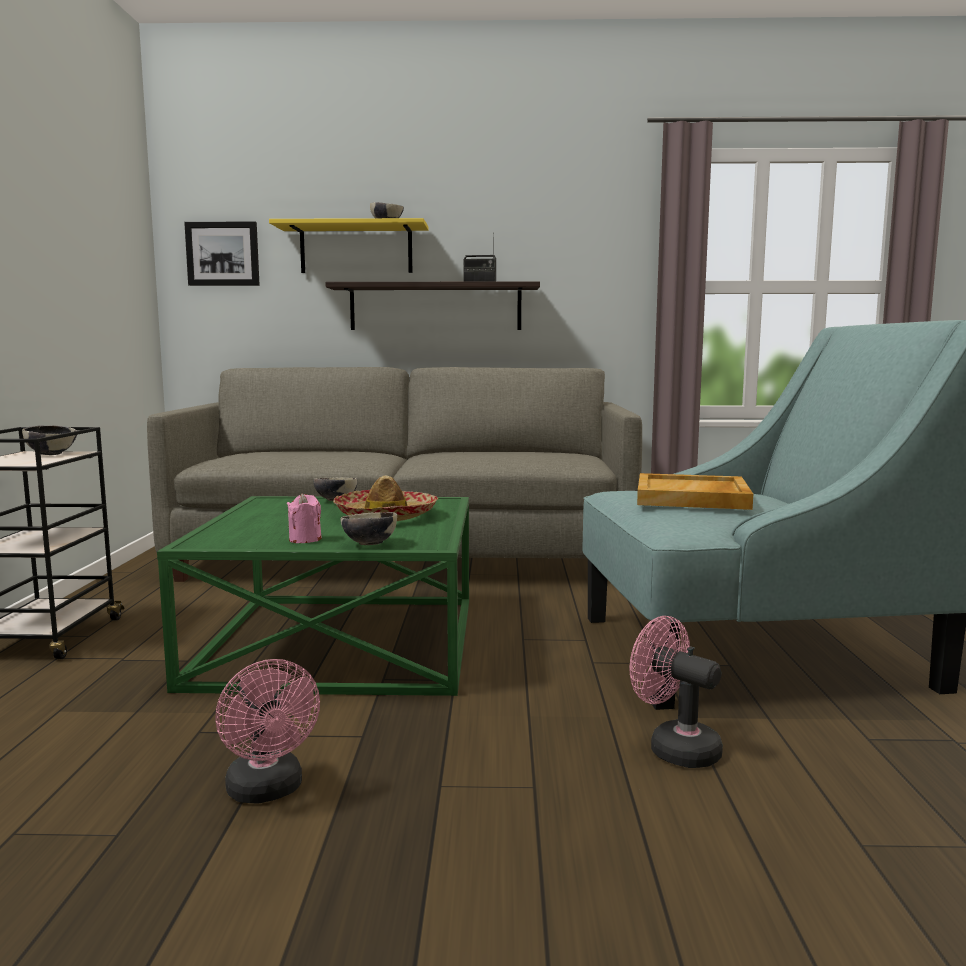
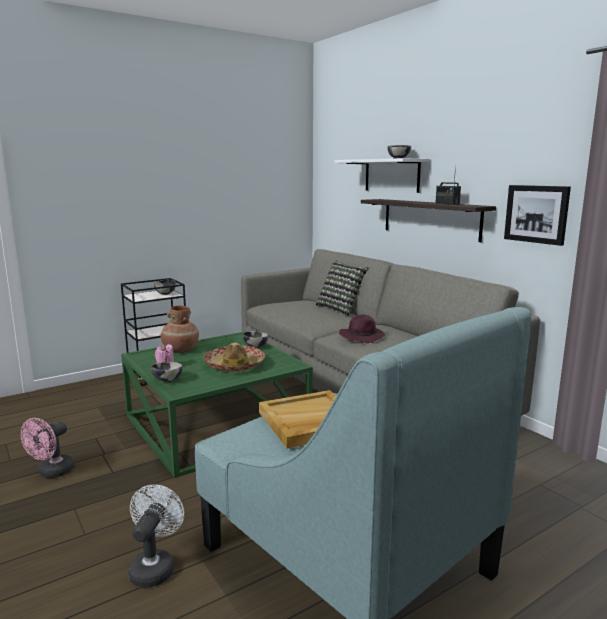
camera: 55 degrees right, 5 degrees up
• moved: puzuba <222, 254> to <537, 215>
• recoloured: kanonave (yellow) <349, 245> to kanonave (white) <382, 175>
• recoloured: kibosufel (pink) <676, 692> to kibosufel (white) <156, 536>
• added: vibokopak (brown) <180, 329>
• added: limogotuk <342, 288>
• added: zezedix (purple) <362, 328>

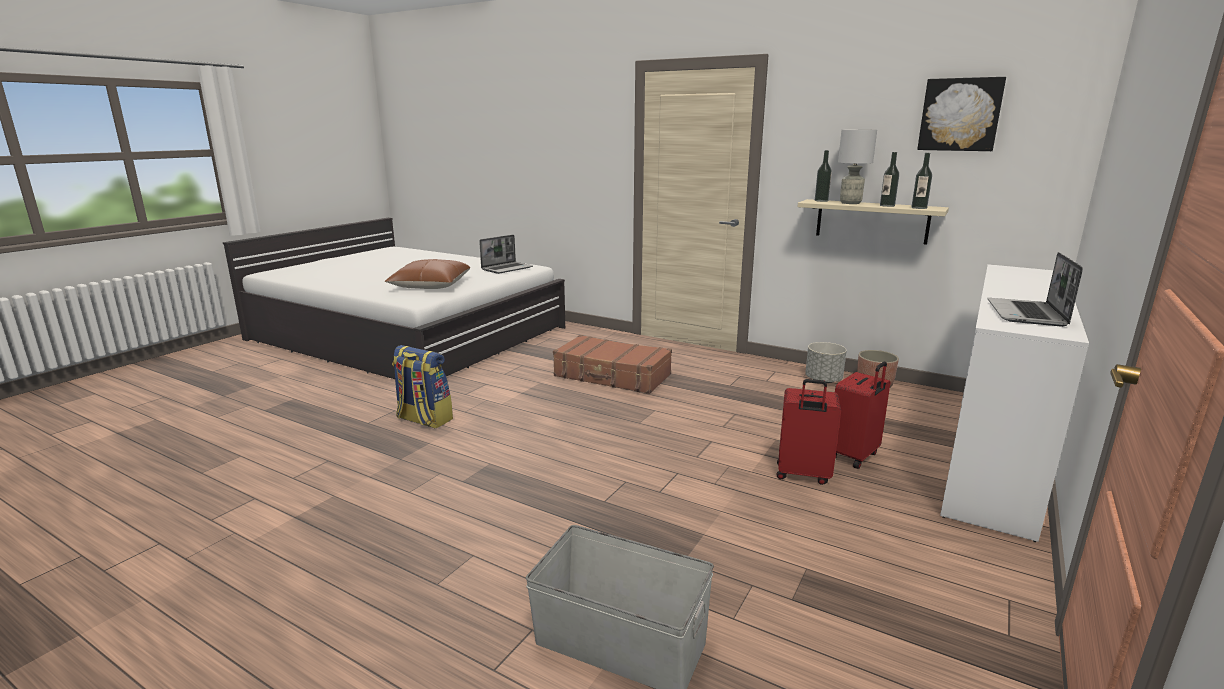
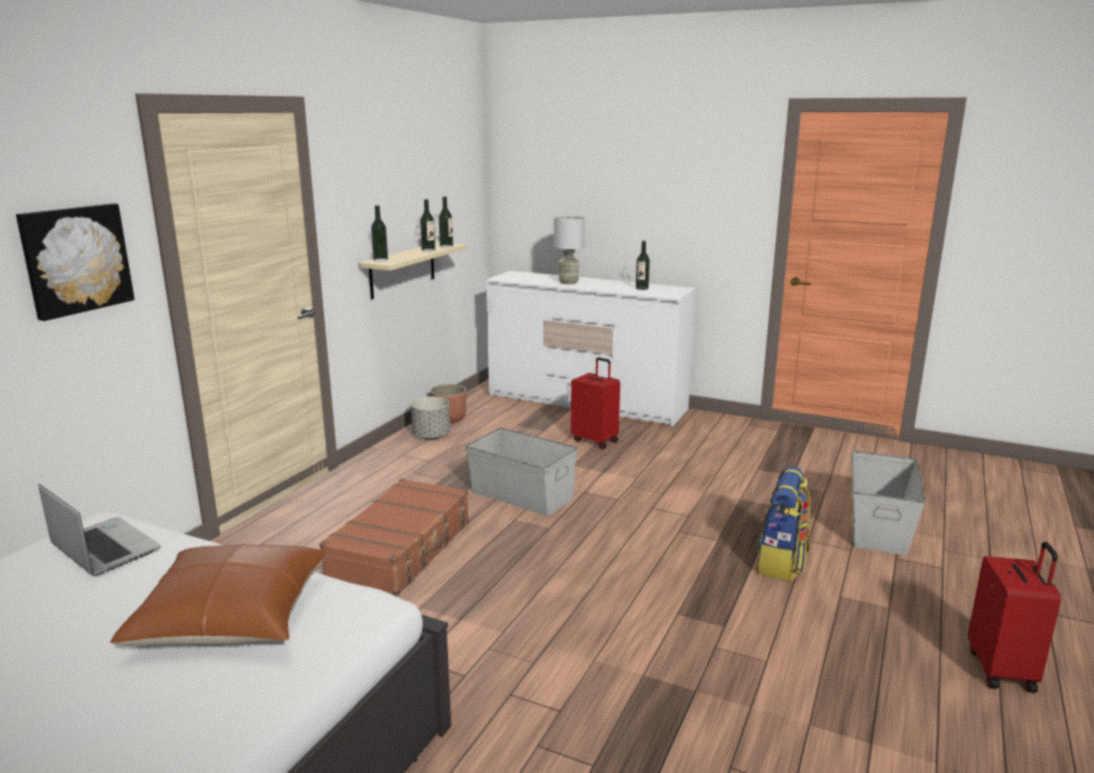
camera: 95 degrees left, 0 degrees up
• moved: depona <422, 387> to <783, 523>
• moved: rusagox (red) <809, 432> to <1014, 617>
• moved: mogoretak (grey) <857, 167> to <569, 250>
• moved: puzuba <961, 114> to <75, 262>
• replaced: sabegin <1035, 289> to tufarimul <643, 265>
• added: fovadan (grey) <522, 472>

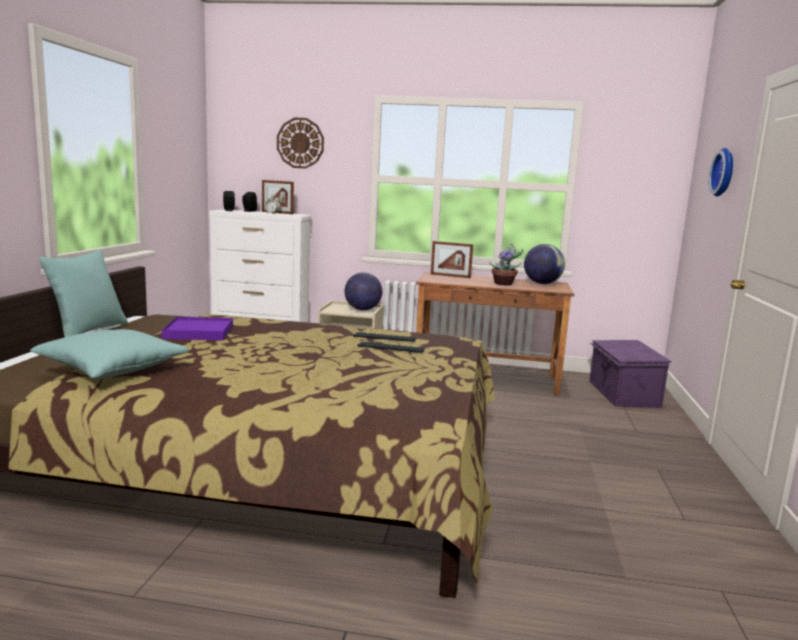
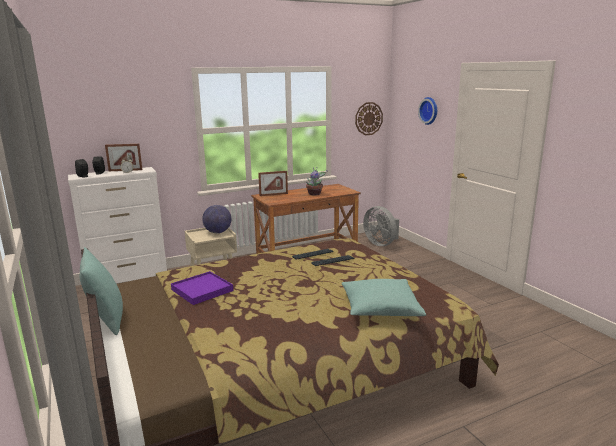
camera: 35 degrees left, 5 degrees up
• moved: limogotuk (turquoise) <109, 354> to <384, 297>
• moved: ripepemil <300, 143> to <369, 118>
• removed: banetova <544, 264>
• replaced: fovadan (purple) <630, 374> to kibosufel (grey) <381, 226>

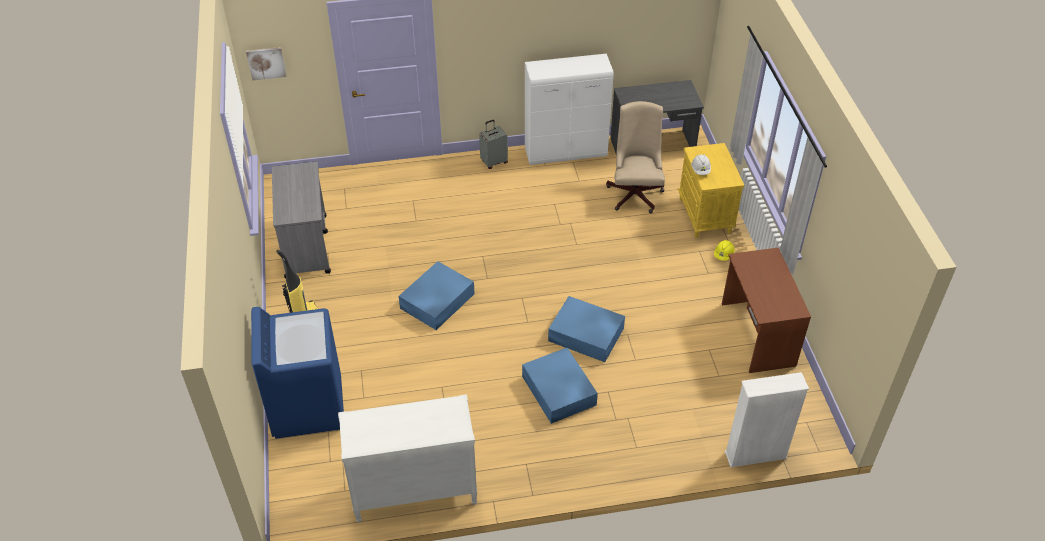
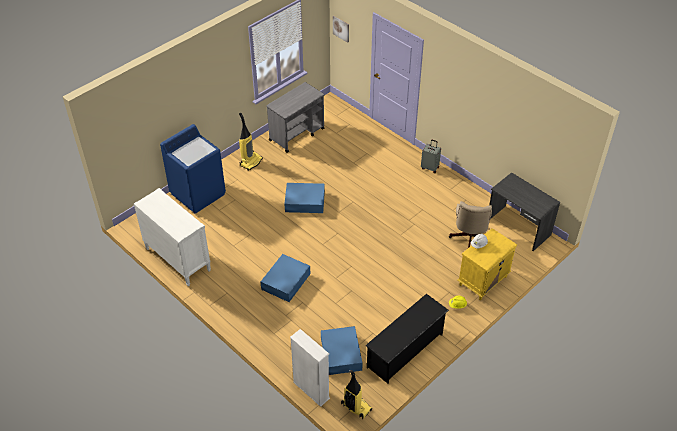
camera: 55 degrees right, 0 degrees up
• removed: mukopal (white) <569, 109>
• moved: fovadan (blue) <586, 329> to <342, 350>
• turned: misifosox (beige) <635, 157> = <470, 224> 135 degrees clockwise
• replaced: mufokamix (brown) <766, 310> to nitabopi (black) <407, 339>
• added: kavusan <356, 394>

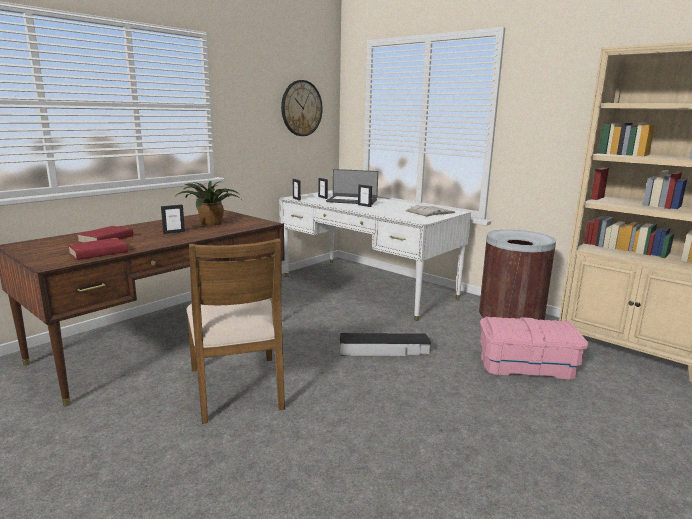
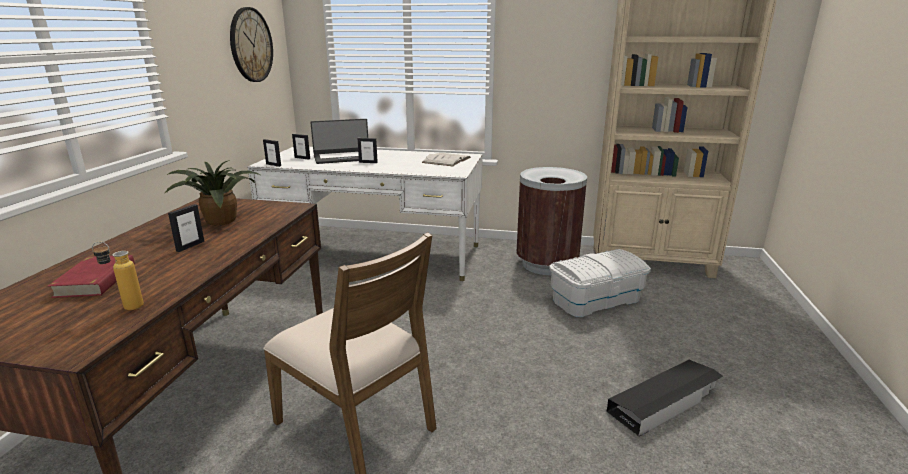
camera: 30 degrees left, 5 degrees up
• replaced: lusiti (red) <101, 249> to tufarimul <118, 275>
• moved: fovadan (black) <385, 344> to <664, 398>
• recoloured: fovadan (pink) <534, 348> to fovadan (white) <600, 283>

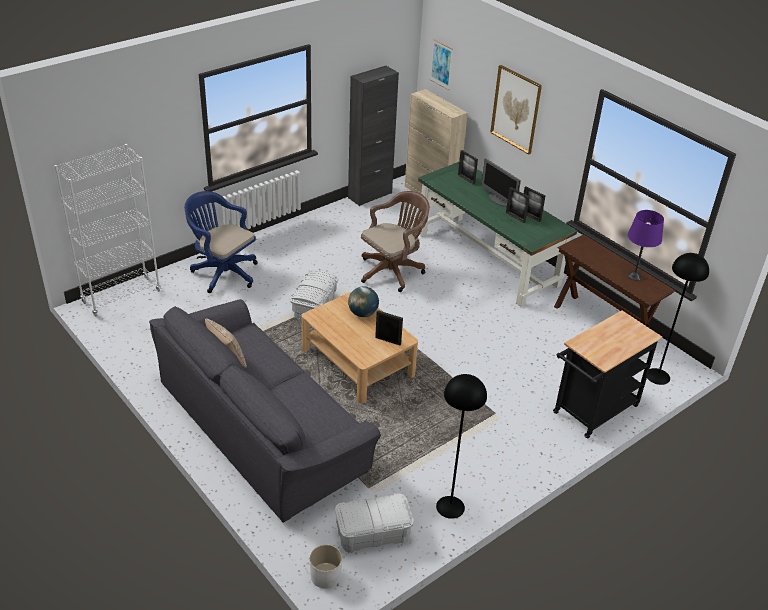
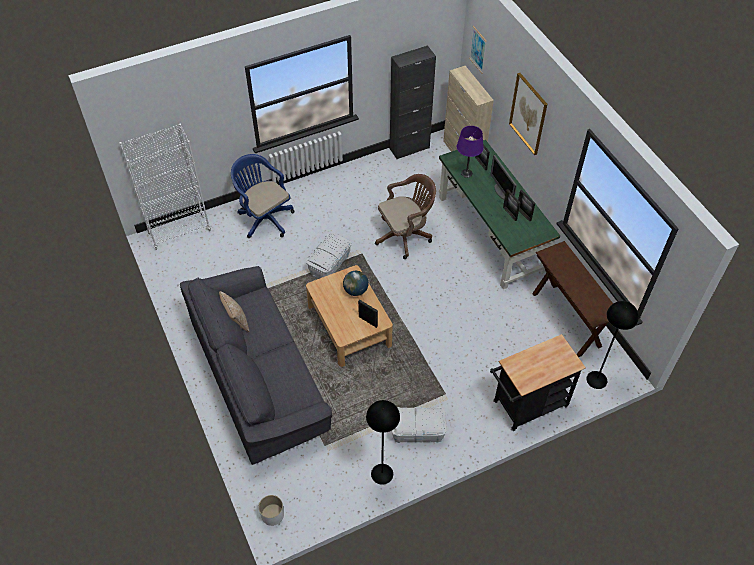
camera: 15 degrees right, 15 degrees up
• moved: fovadan (white) <374, 522> to <419, 425>
• moved: mogoretak (purple) <645, 245> to <470, 152>

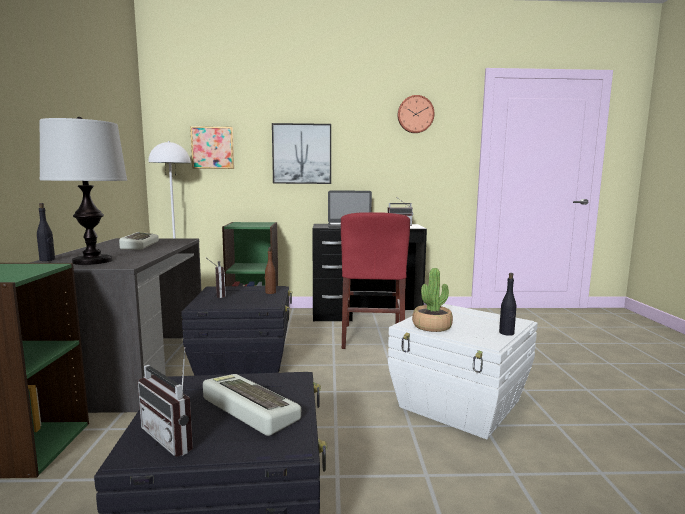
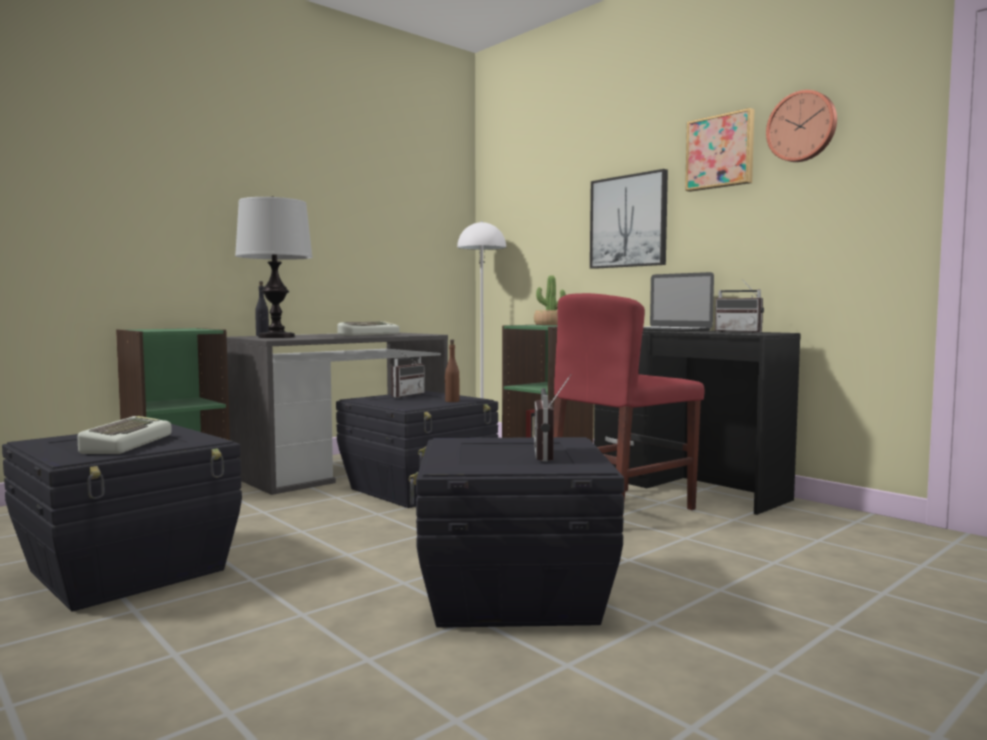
camera: 50 degrees right, 5 degrees down
• moved: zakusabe <165, 402> to <553, 417>
• moved: puzuba <212, 147> to <719, 150>
• recoloured: fovadan (white) <463, 371> to fovadan (black) <516, 532>
• moved: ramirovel <432, 300> to <550, 300>
• removed: tufarimul (black) <507, 304>

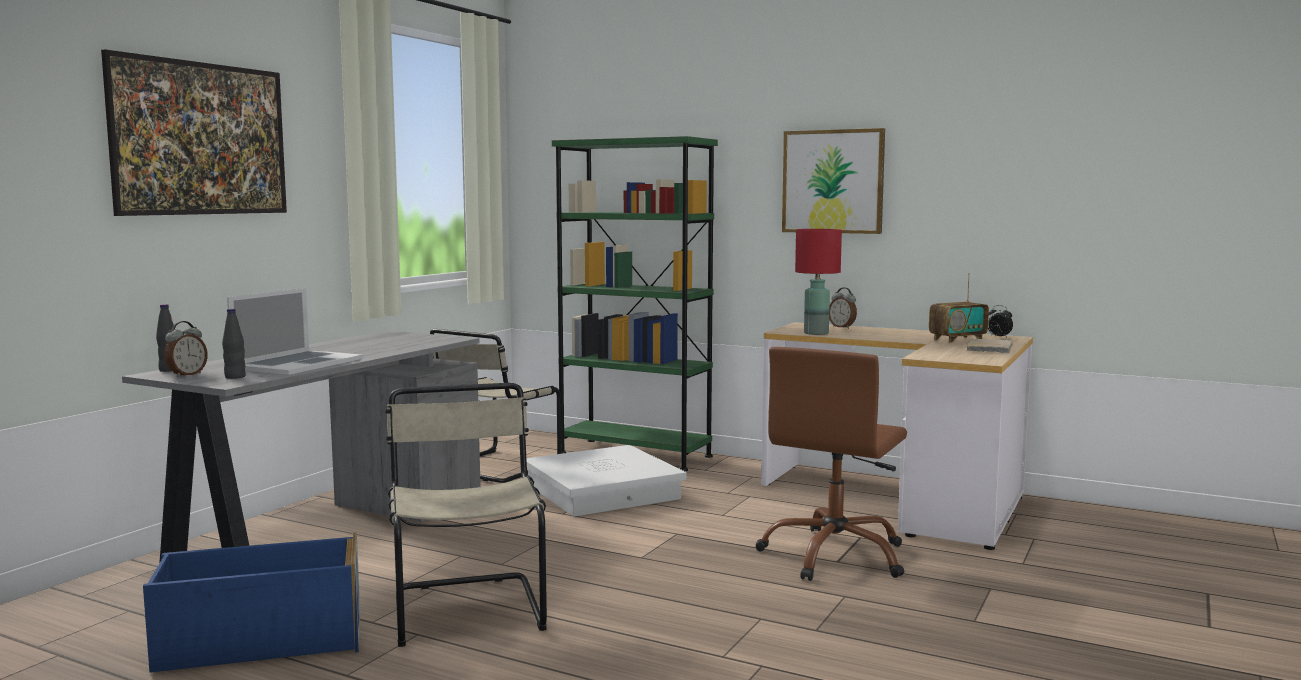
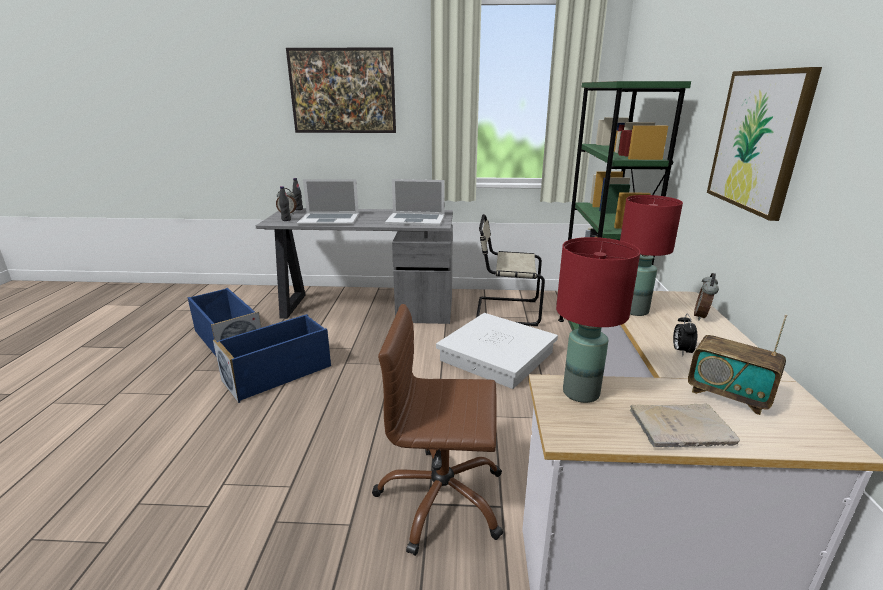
camera: 65 degrees right, 15 degrees up
• replaced: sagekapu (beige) <466, 515> to fovadan (blue) <272, 358>
• moved: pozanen <1000, 321> to <685, 334>
• added: sabegin <415, 202>
• added: mogoretak (red) <598, 320>

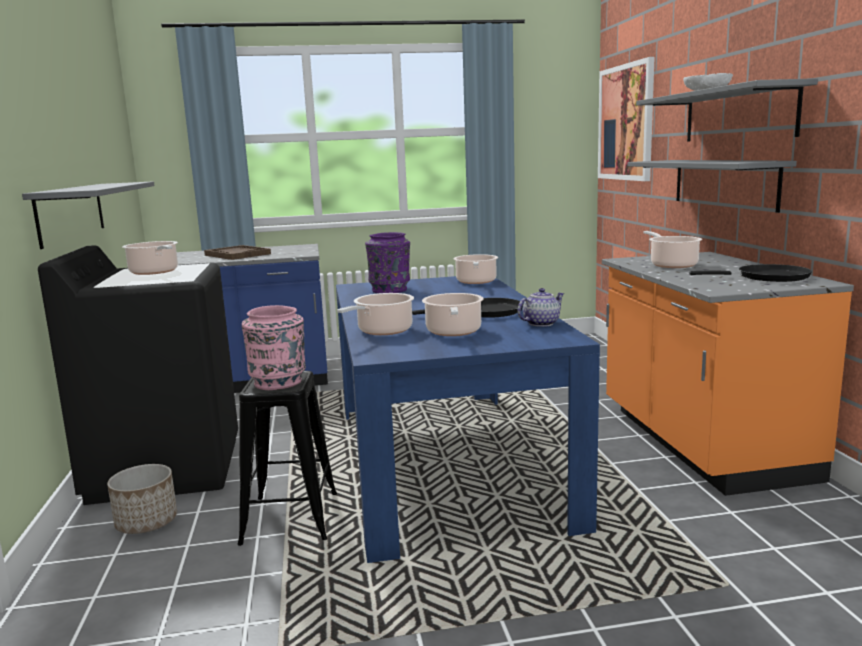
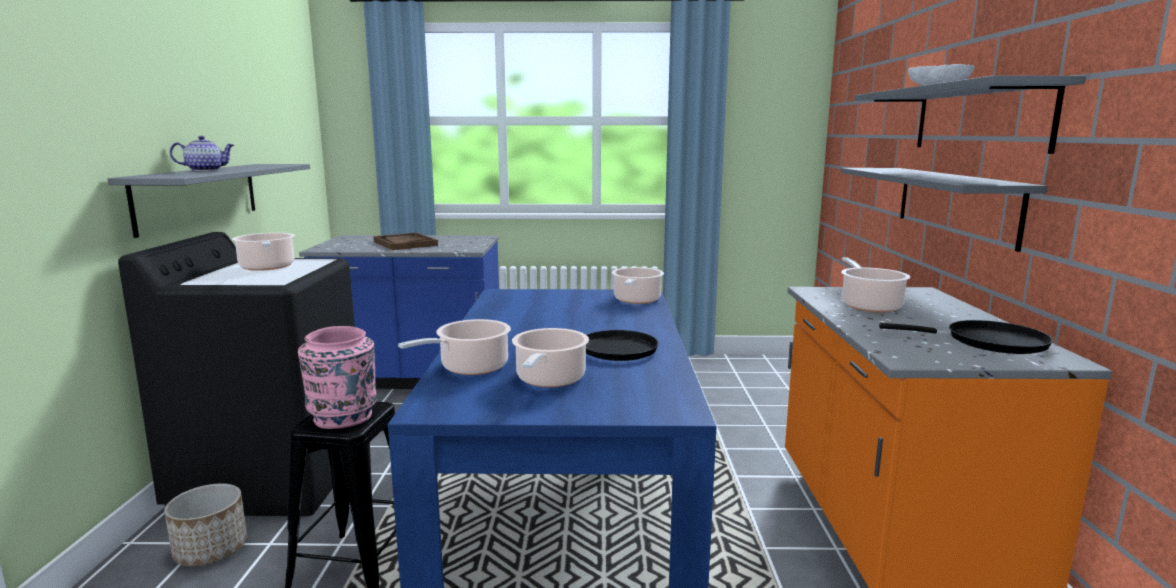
camera: 10 degrees right, 0 degrees up
• removed: vibokopak (purple) <387, 262>
• moved: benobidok <540, 307> to <202, 153>
• removed: puzuba <626, 119>

